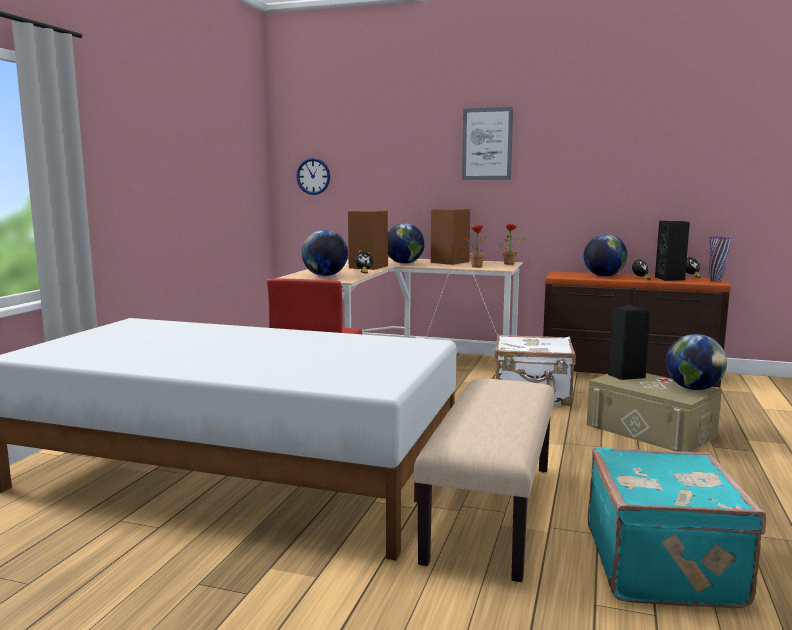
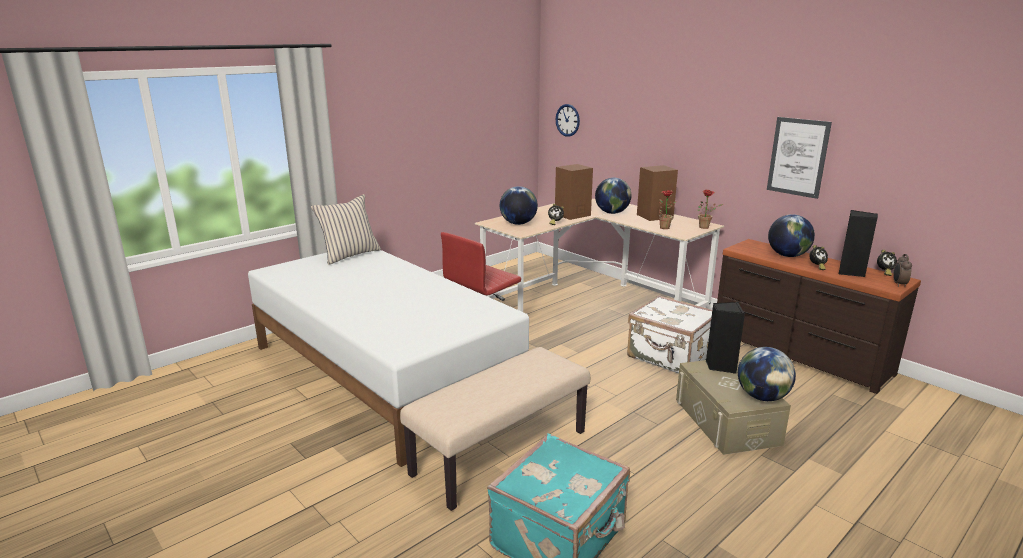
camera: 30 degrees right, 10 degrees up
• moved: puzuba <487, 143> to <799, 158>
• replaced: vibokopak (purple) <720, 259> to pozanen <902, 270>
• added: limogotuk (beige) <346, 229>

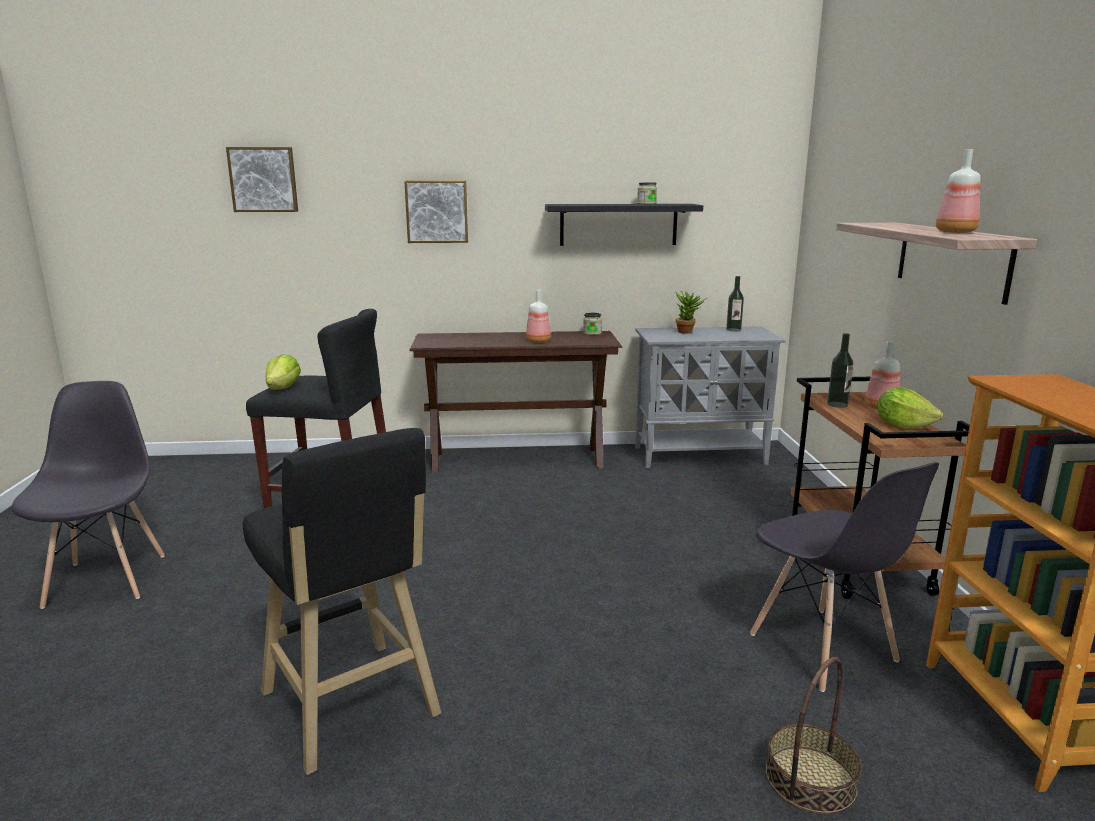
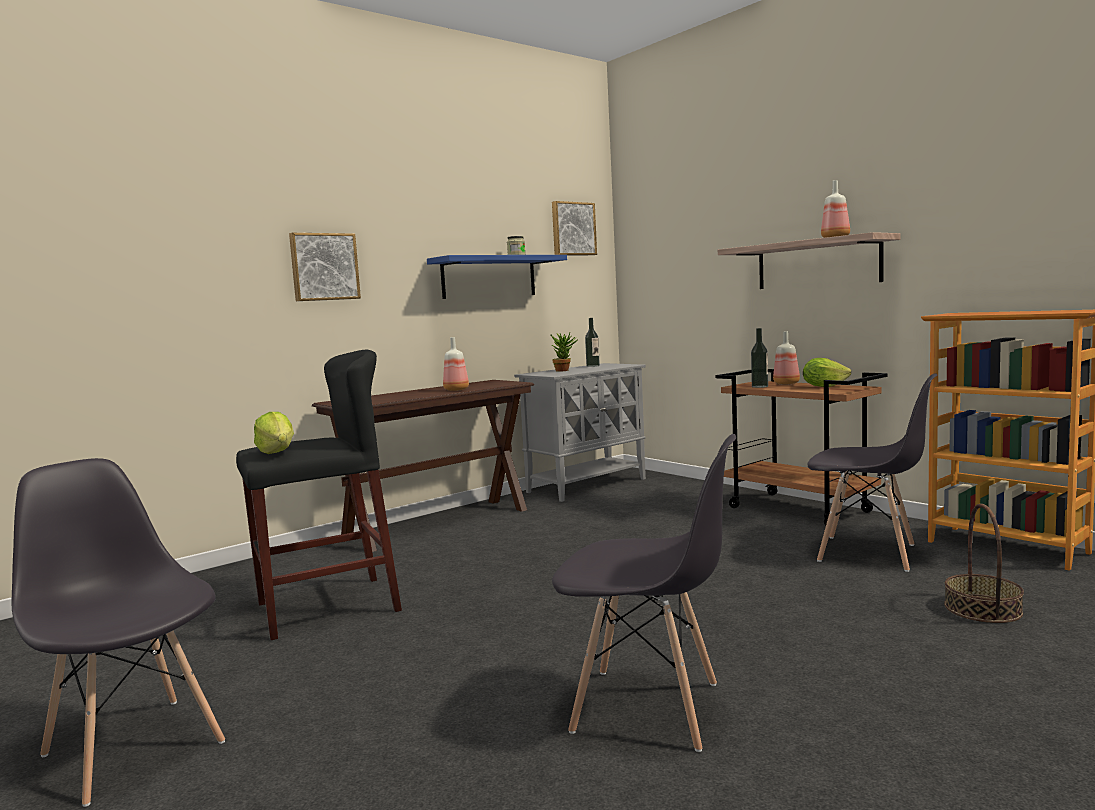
camera: 35 degrees left, 10 degrees down
• moved: puzuba <262, 179> to <574, 228>
• replaced: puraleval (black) <342, 601> to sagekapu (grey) <644, 593>
• recoloured: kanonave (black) <624, 225> to kanonave (blue) <497, 277>
• removed: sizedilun <592, 324>

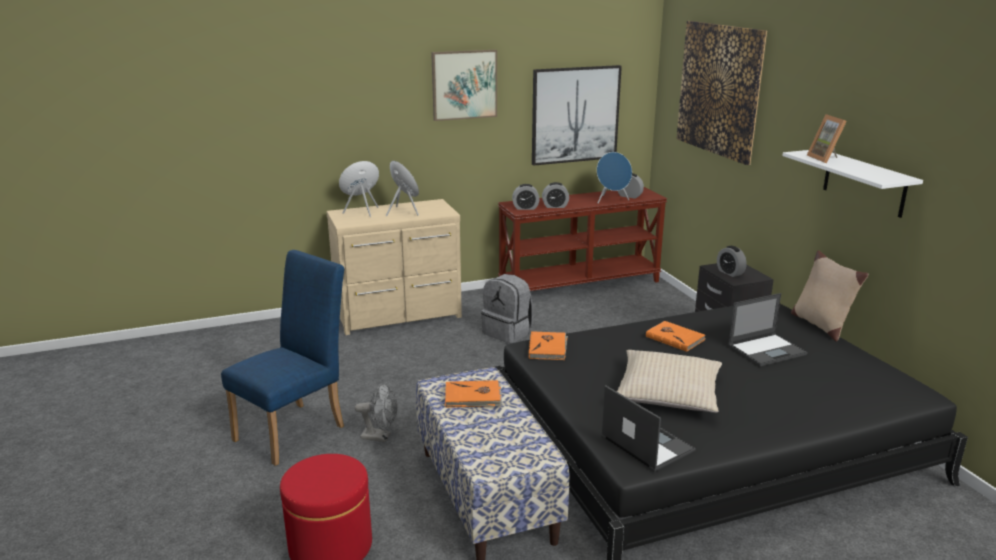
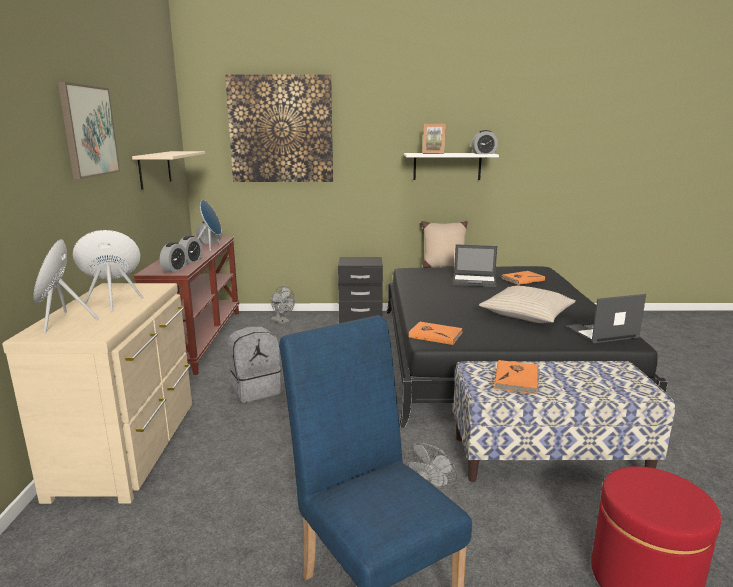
camera: 70 degrees left, 5 degrees down
• replaced: puzuba <577, 115> to kanonave (beige) <168, 170>
• moved: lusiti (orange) <676, 336> to <523, 278>
• moved: pozanen <732, 261> to <484, 142>
• turned: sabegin <768, 329> = <475, 265> 105 degrees clockwise
• added: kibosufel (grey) <282, 305>

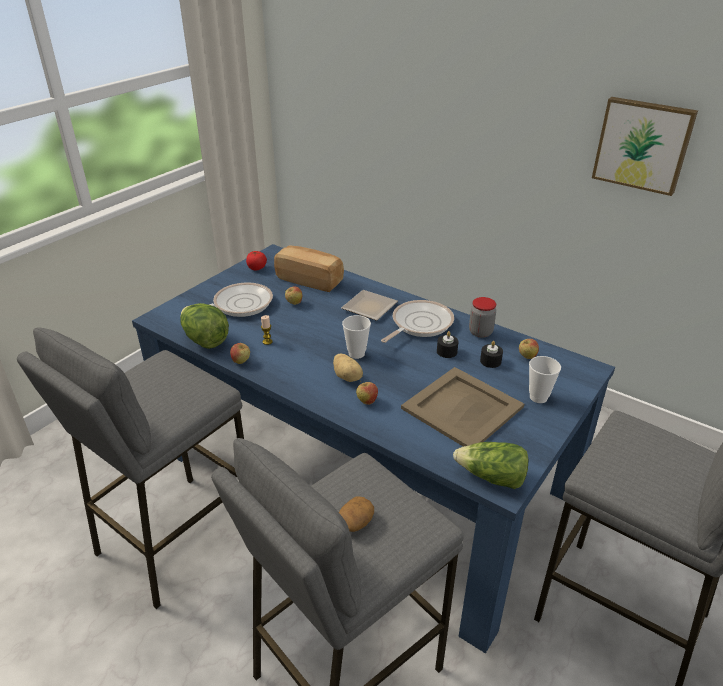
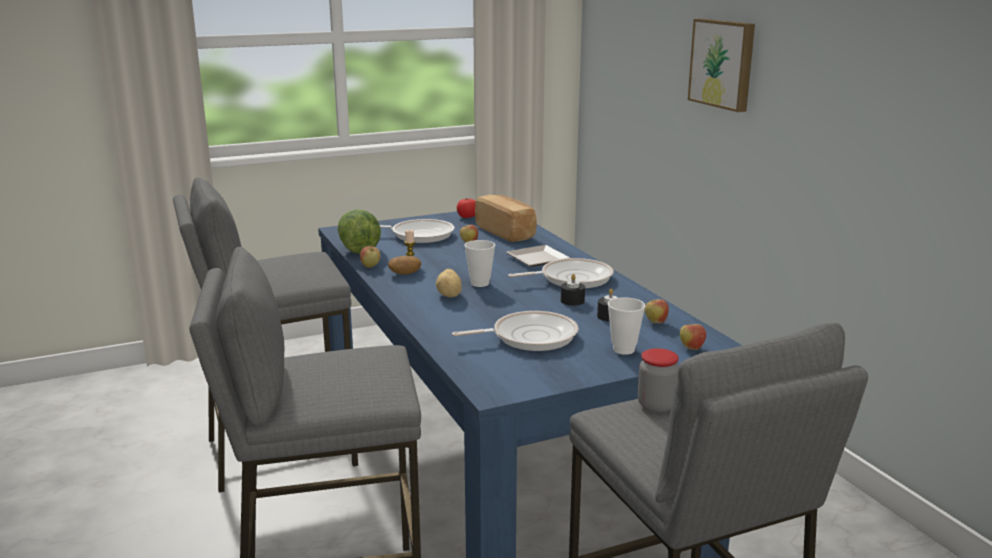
camera: 30 degrees right, 15 degrees down
• moved: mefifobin <356, 514> to <404, 265>
• moved: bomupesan <367, 393> to <693, 335>
• replaced: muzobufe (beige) <462, 407> to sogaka <515, 331>
• removed: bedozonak <491, 465>
• moved: sizedilun <482, 317> to <658, 380>
• moved: puzuba <645, 146> to <721, 65>

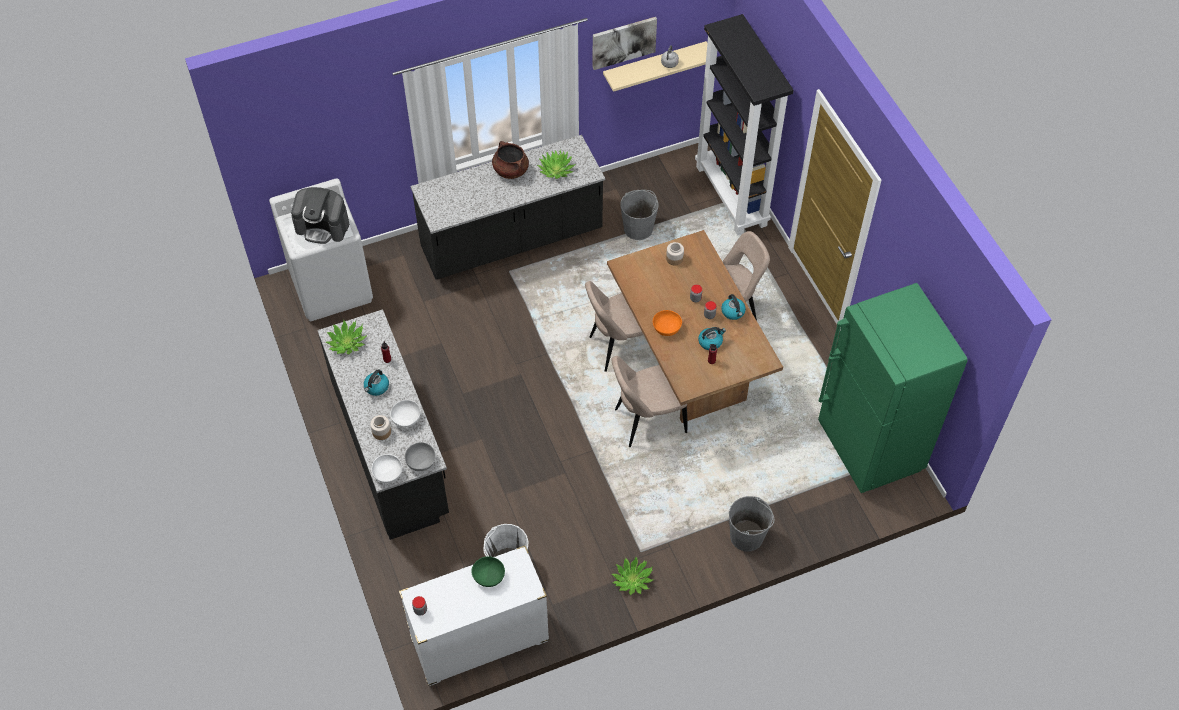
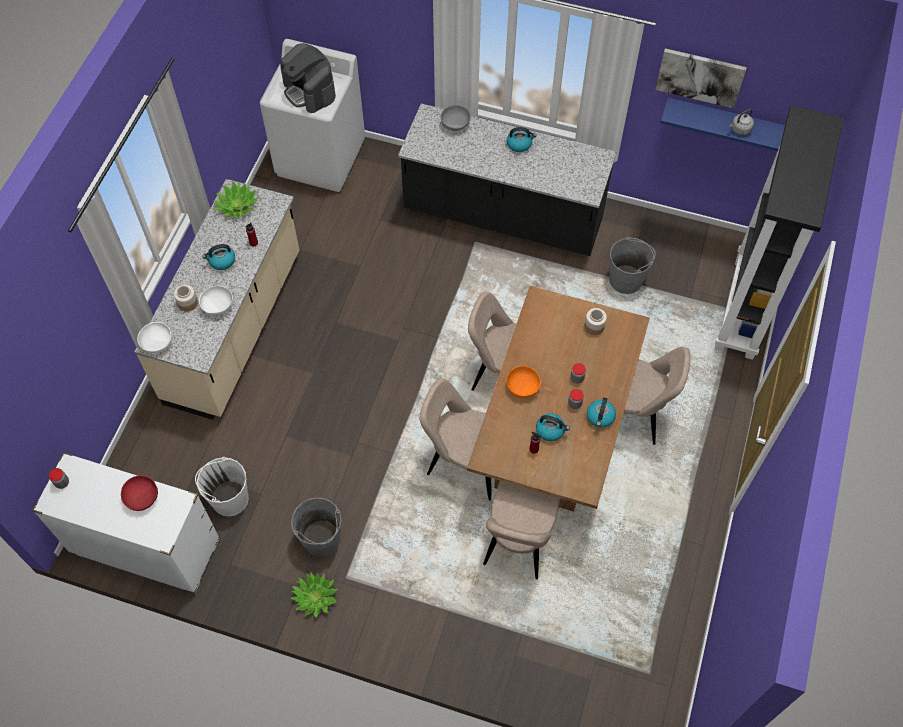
camera: 40 degrees right, 5 degrees up
• recoloured: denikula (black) <383, 424> to denikula (beige) <216, 299>
• moved: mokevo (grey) <420, 456> to <456, 118>
• recoloured: mokevo (green) <488, 571> to mokevo (red) <139, 493>
• replaced: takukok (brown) <510, 160> to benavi <522, 139>
• removed: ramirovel <556, 164>
• recoloured: kanonave (beige) <655, 66> to kanonave (blue) <722, 124>
• moved: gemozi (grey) <752, 524> to <316, 527>
• removed: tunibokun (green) <893, 388>
• added: sagekapu (beige) <521, 530>

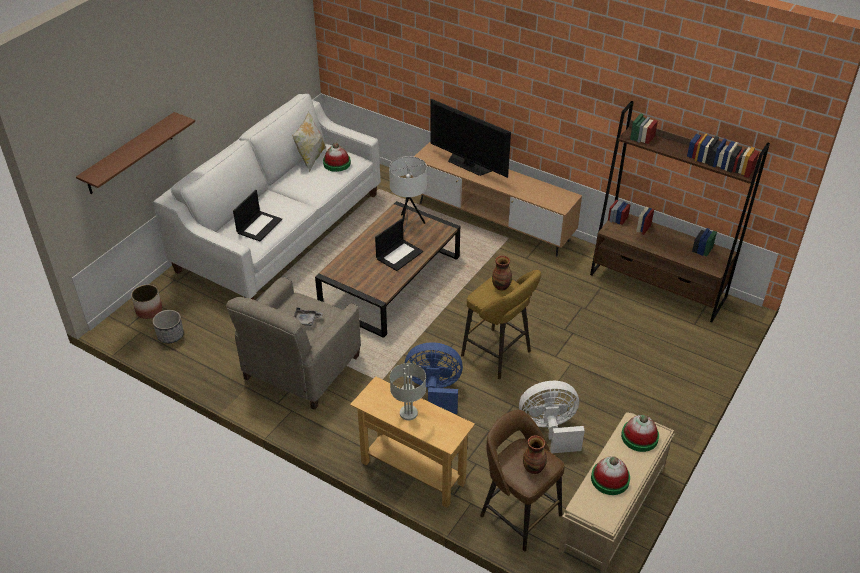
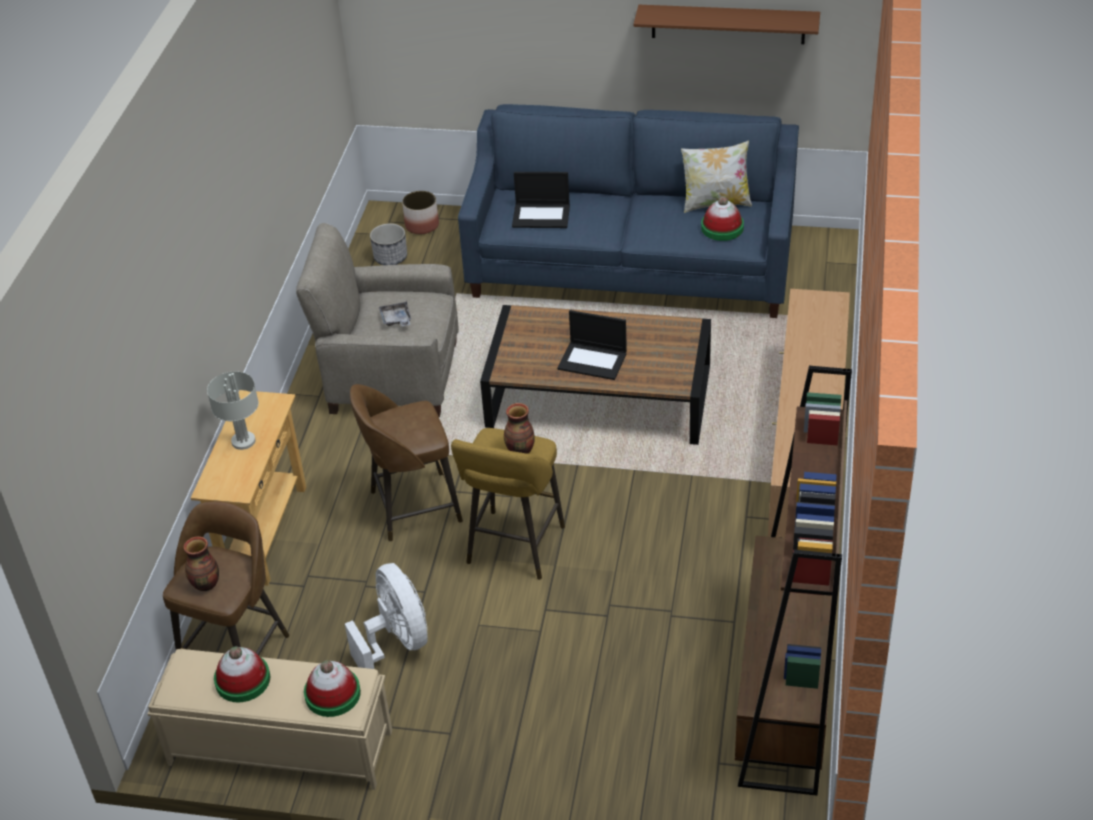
camera: 70 degrees right, 0 degrees up
• moved: kanonave (brown) <135, 153> to <726, 24>
• recoloured: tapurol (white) <267, 197> to tapurol (blue) <628, 211>
• removed: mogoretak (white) <408, 194>
• replaced: kibosufel (blue) <434, 378> to puraleval (brown) <406, 462>
• removed: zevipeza <471, 138>

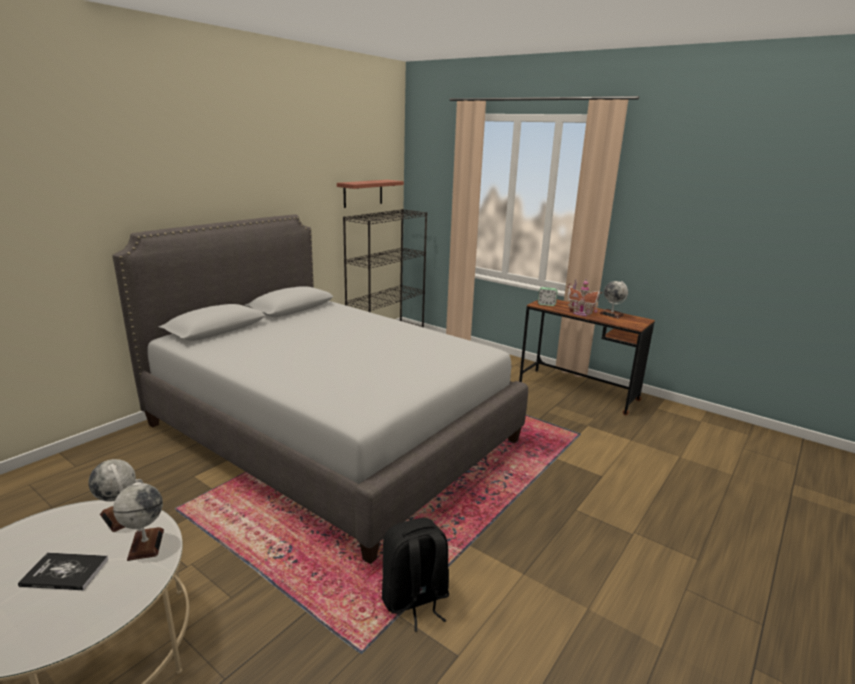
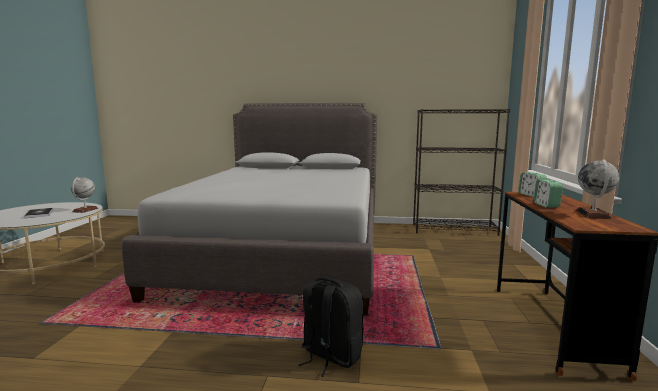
camera: 60 degrees right, 10 degrees down
• removed: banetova <138, 520>
• removed: kanonave <370, 194>
• moved: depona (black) <415, 575> to <331, 327>
• replaced: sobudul <585, 297> to pozanen <548, 193>

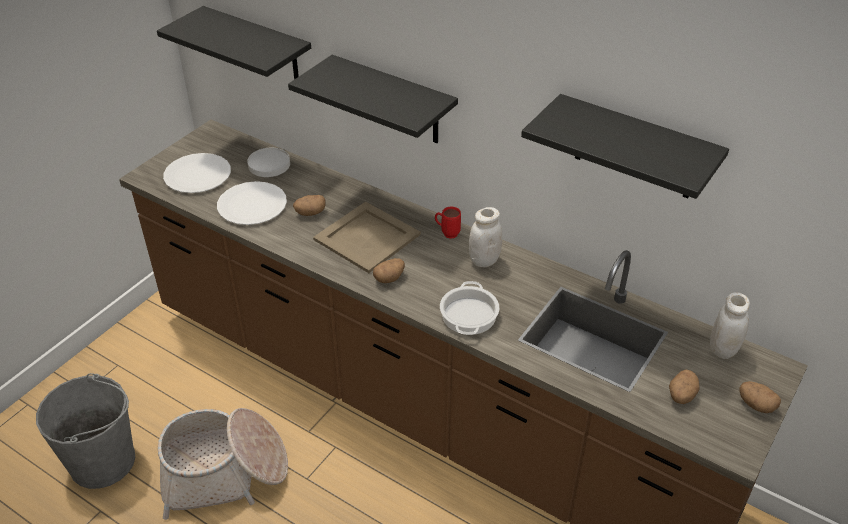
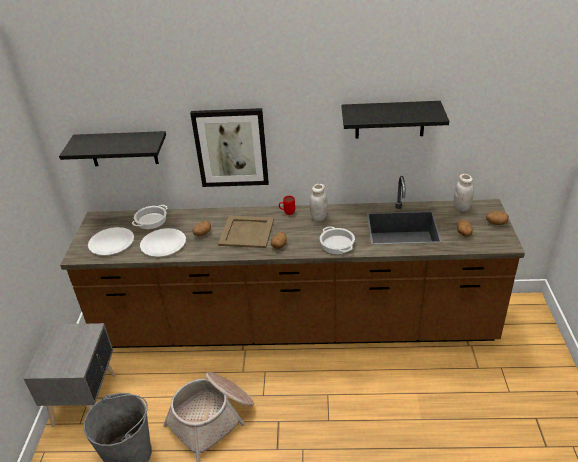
camera: 30 degrees left, 5 degrees down
• replaced: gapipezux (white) <268, 162> to takukok <149, 217>
• replaced: kanonave (black) <373, 99> to puzuba <229, 147>
• added: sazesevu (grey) <70, 375>

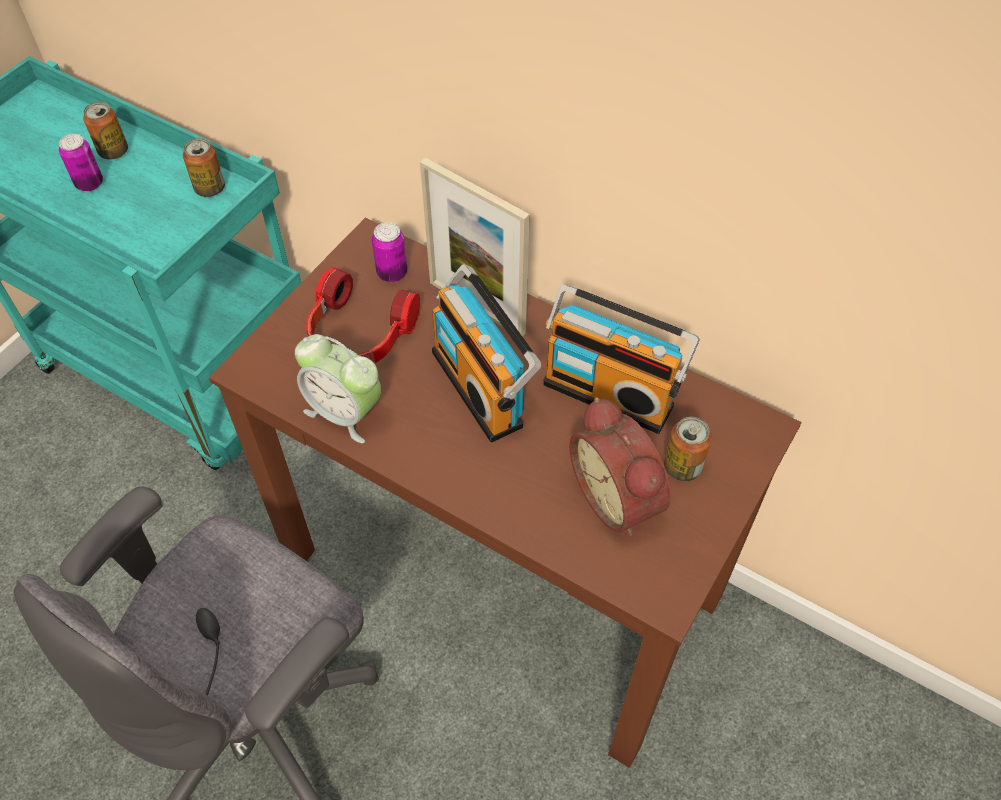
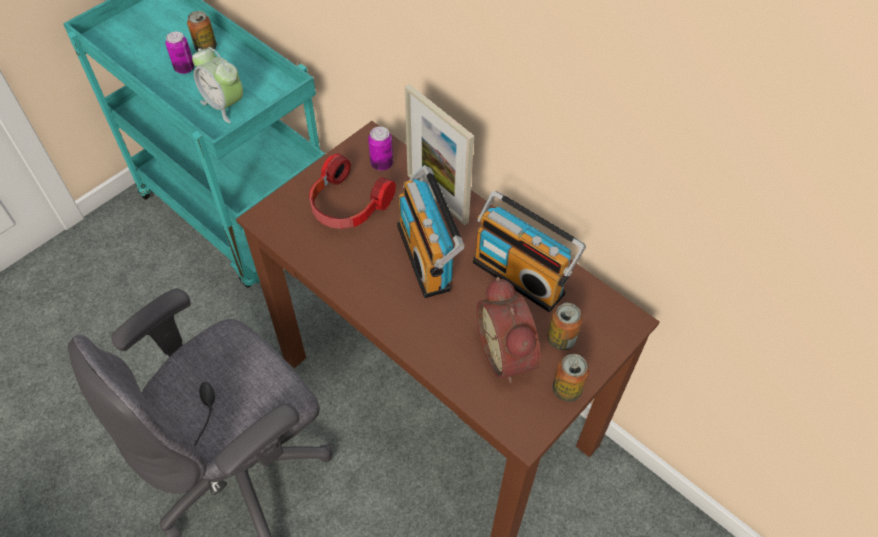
camera: 10 degrees right, 0 degrees up
• moved: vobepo <204, 167> to <571, 378>
• moved: pozanen <338, 388> to <217, 85>

